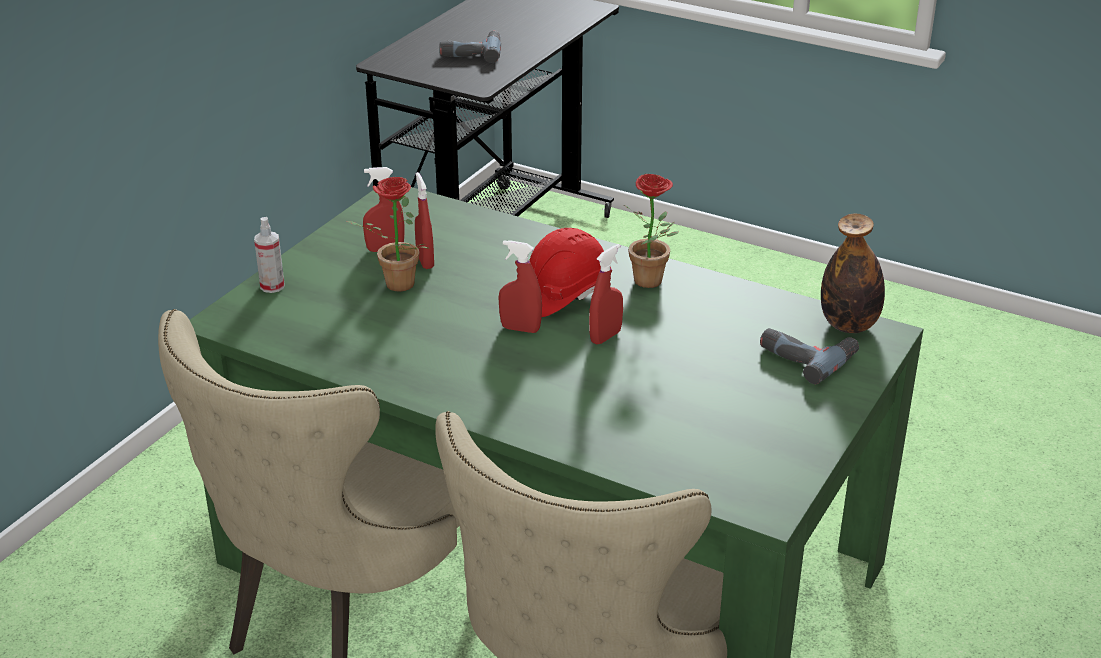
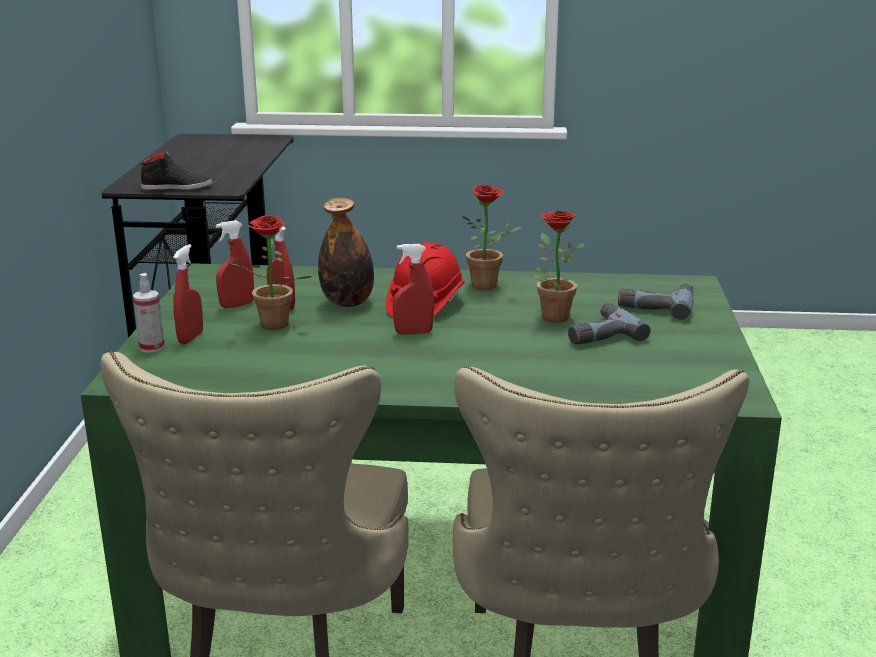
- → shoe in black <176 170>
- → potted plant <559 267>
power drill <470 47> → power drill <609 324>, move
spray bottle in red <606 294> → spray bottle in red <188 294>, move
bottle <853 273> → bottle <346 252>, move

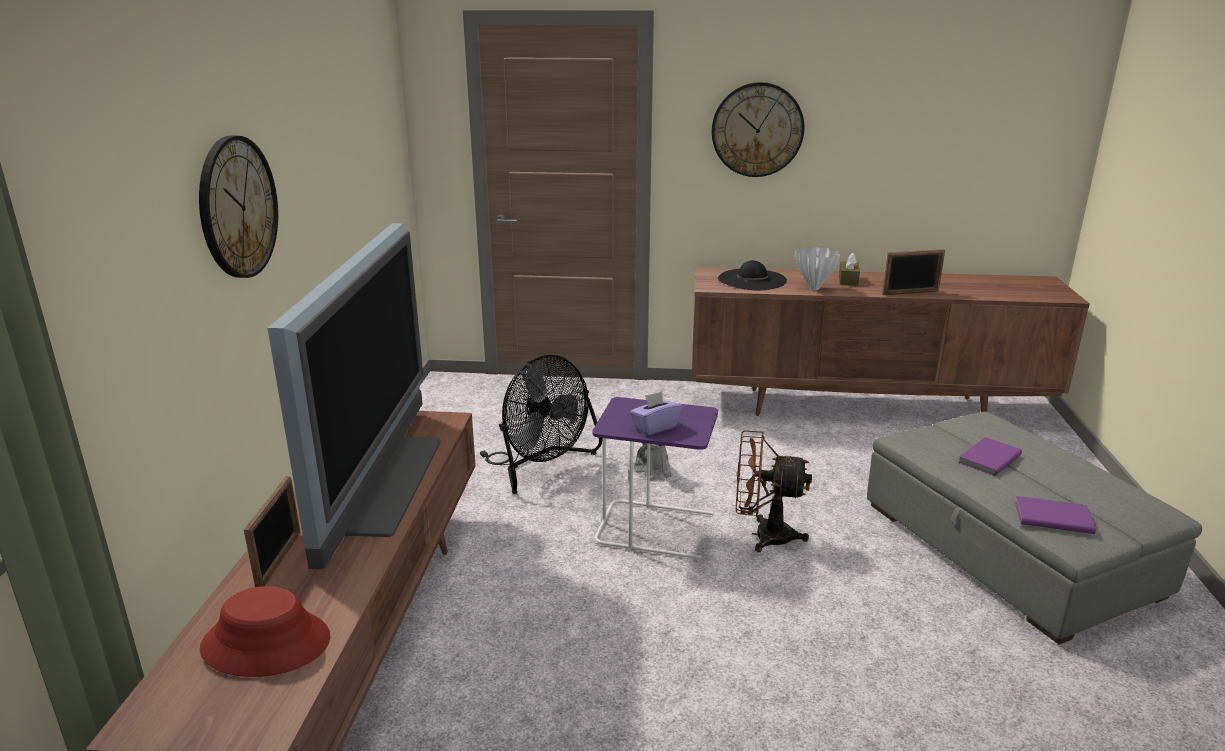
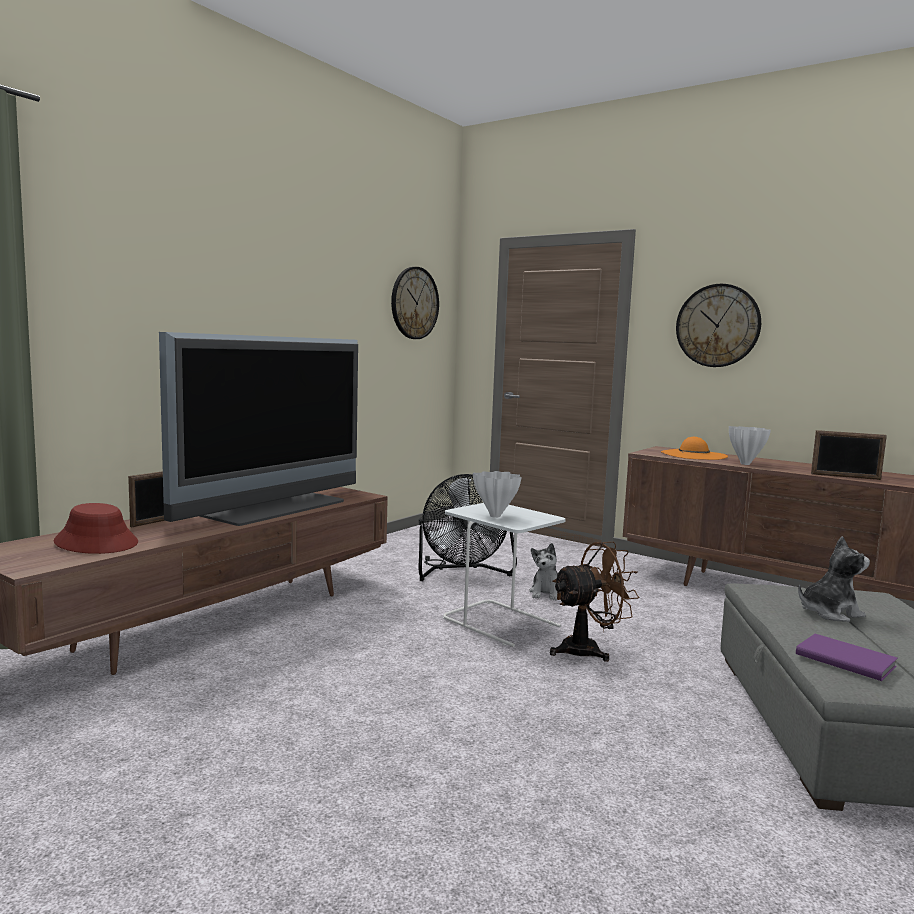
tissue box in brown <849 269> → -
wall clock <238 207> → wall clock <415 303>, move
tissue box in purple <656 413> → vase in white <497 494>
book in purple <990 456> → plush toy <834 579>
side table in purple <655 478> → side table in white <504 575>
hat in black <752 275> → hat in orange <694 448>
fan in brown <774 491> → fan in brown <594 602>, 120 degrees clockwise

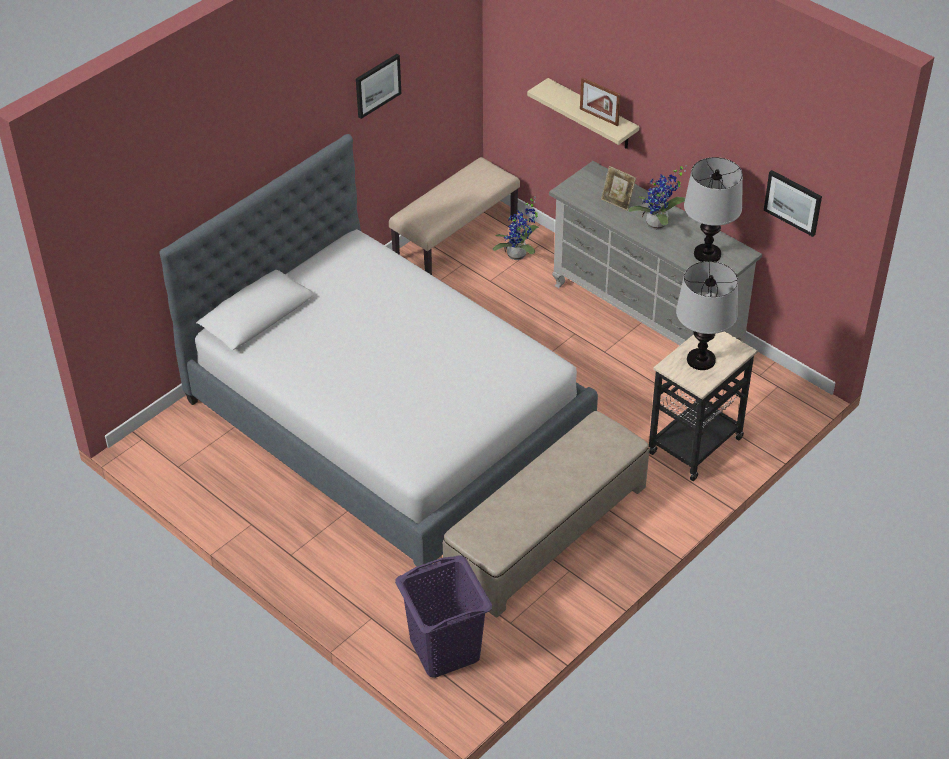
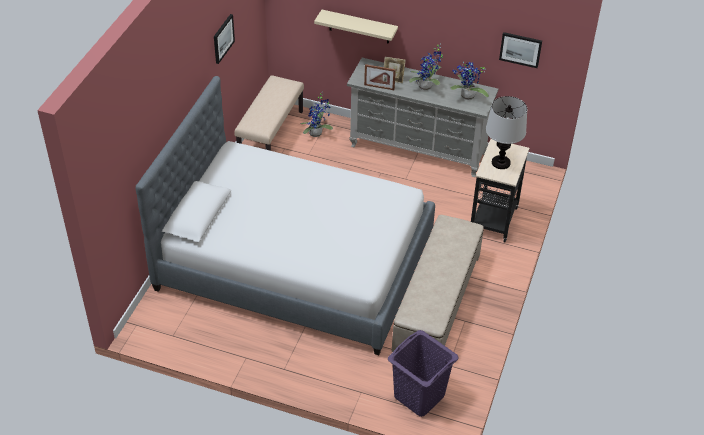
picture frame <600 101> → picture frame <380 77>, move
table lamp <713 209> → potted plant <469 81>

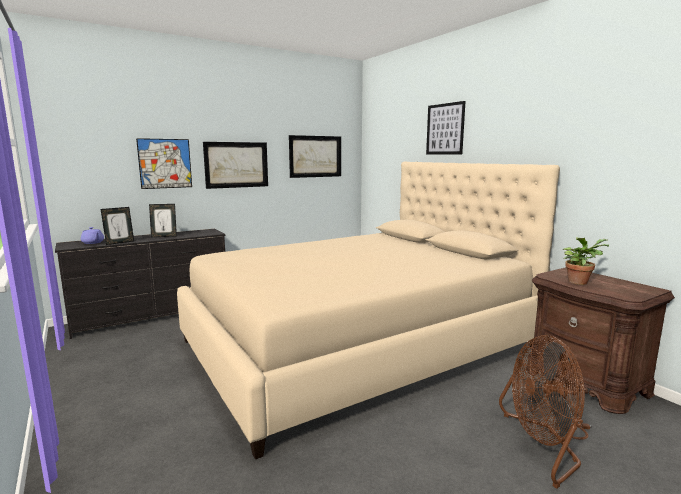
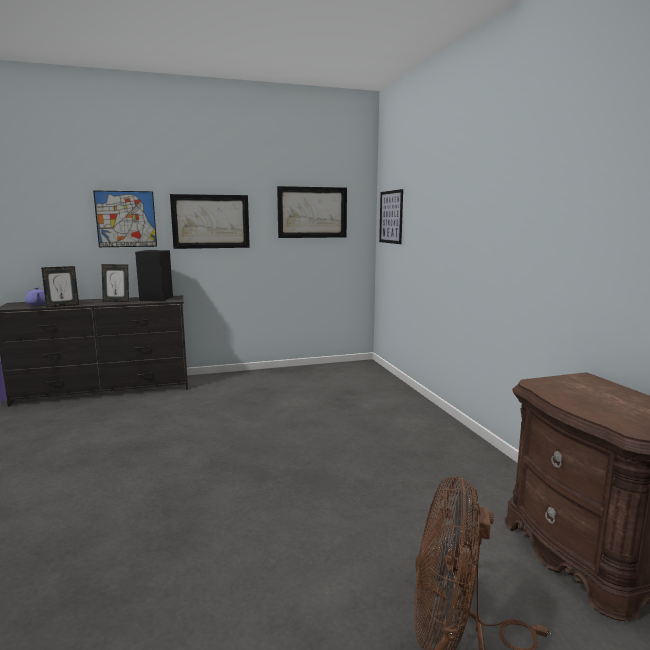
bed in beige <368 310> → -
potted plant <586 261> → -
- → speaker in black <154 275>
picture <446 127> → picture <391 216>, move

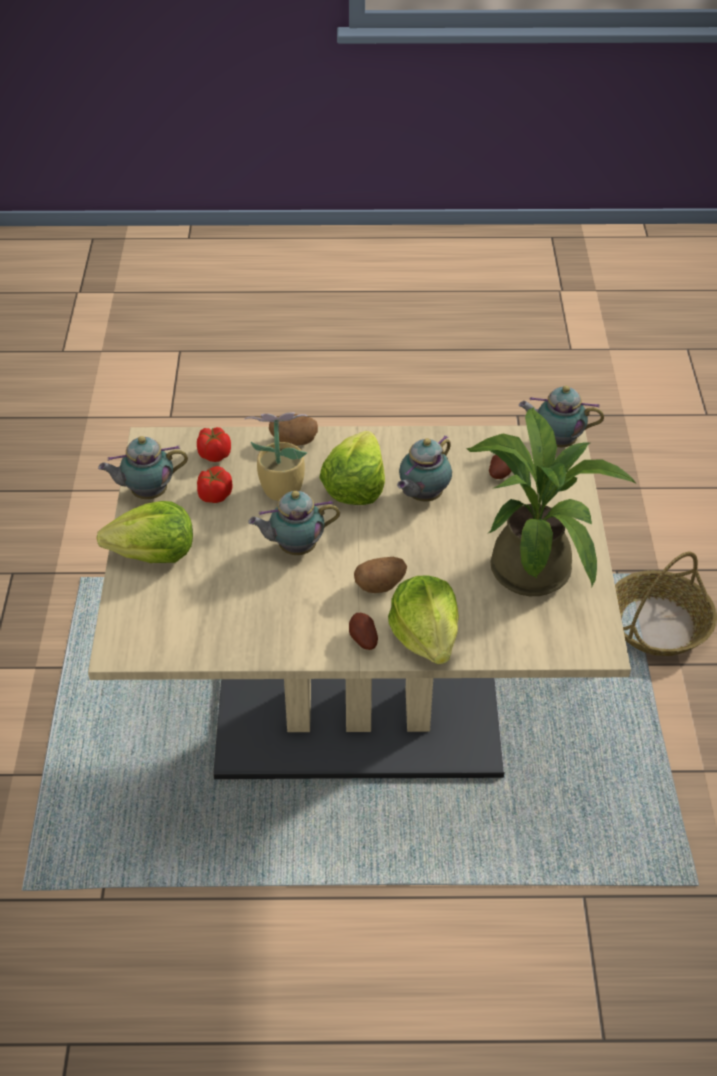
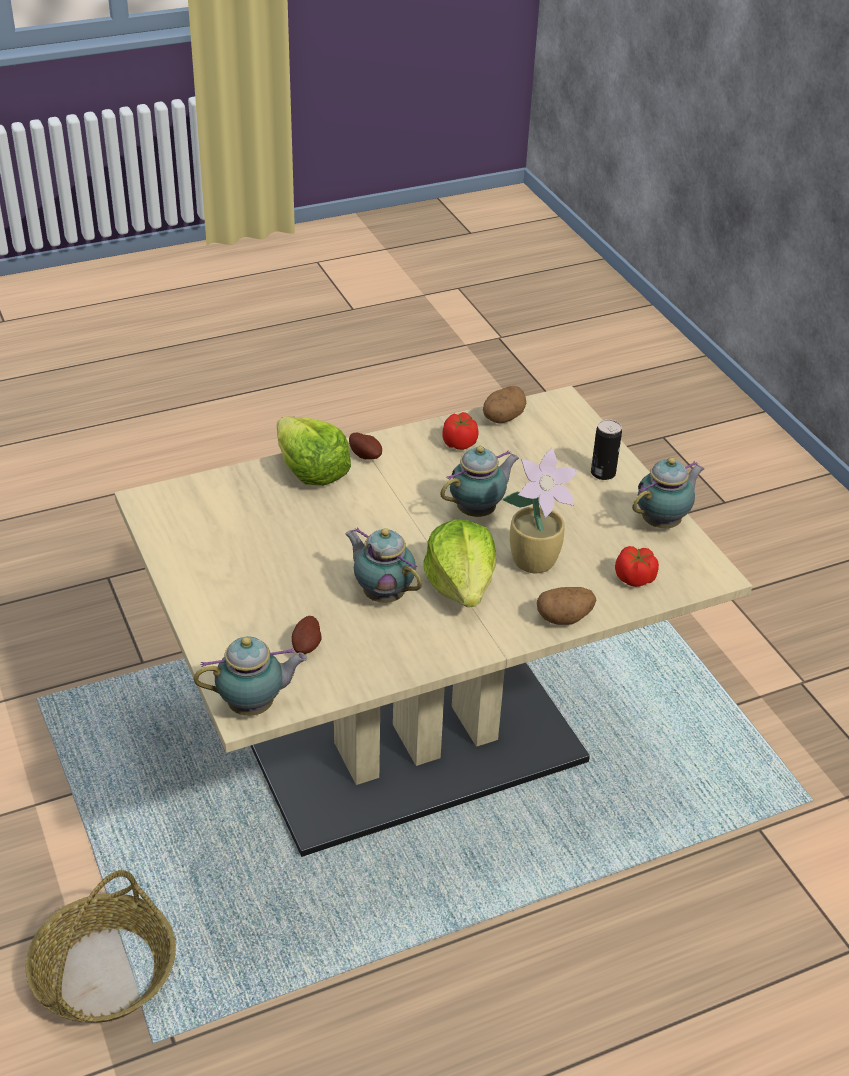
potted plant <551 501> → -
tomato <214 484> → tomato <460 431>, move
potato <380 575> → potato <504 404>, move
lettuce <144 532> → can <606 449>
teapot <424 468> → teapot <383 565>, 60 degrees counterclockwise

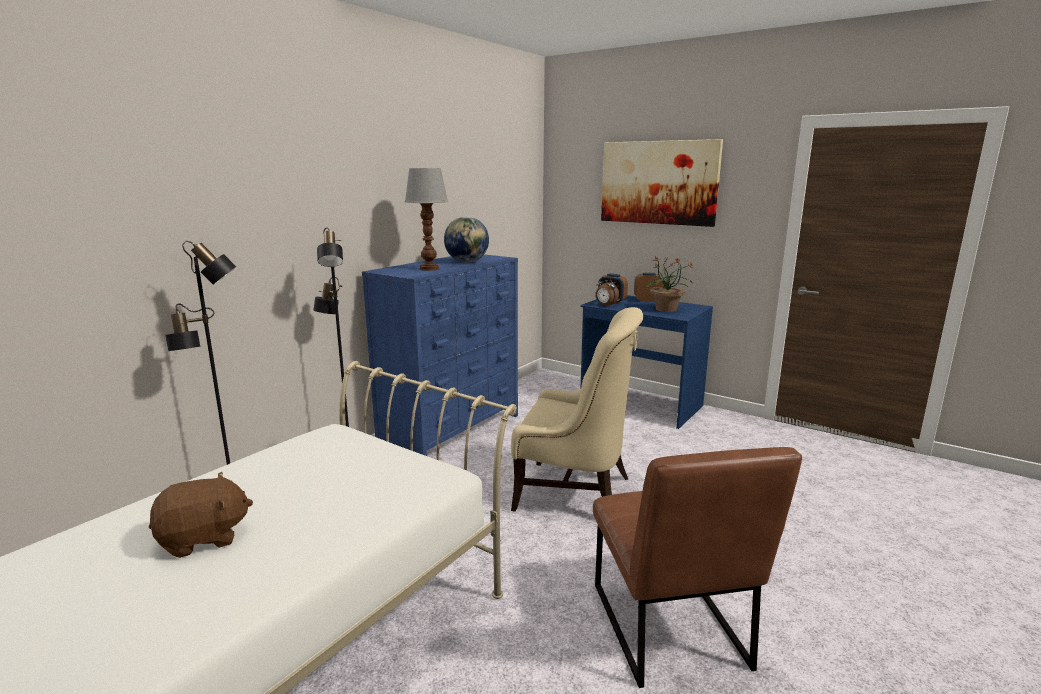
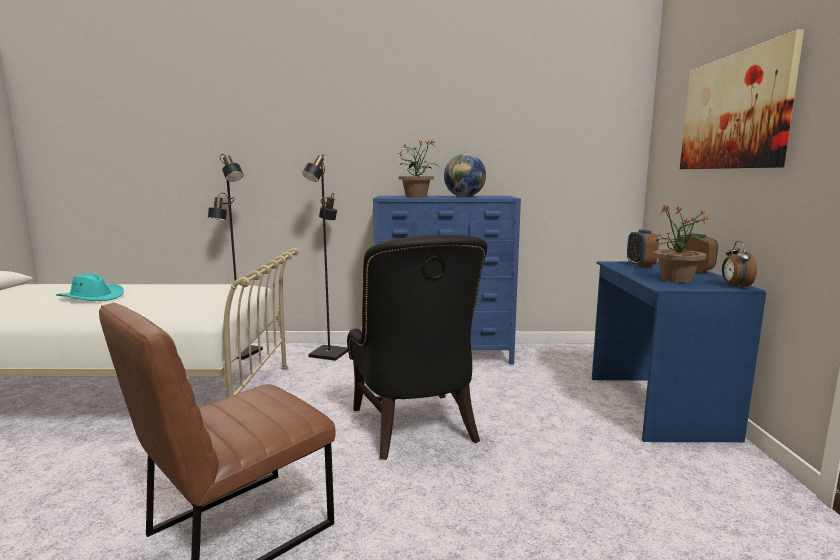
alarm clock <607 291> → alarm clock <739 265>, move
plush toy in brown <201 515> → hat in turquoise <90 287>
table lamp <426 219> → potted plant <418 169>
chair in beige <577 409> → chair in black <417 347>

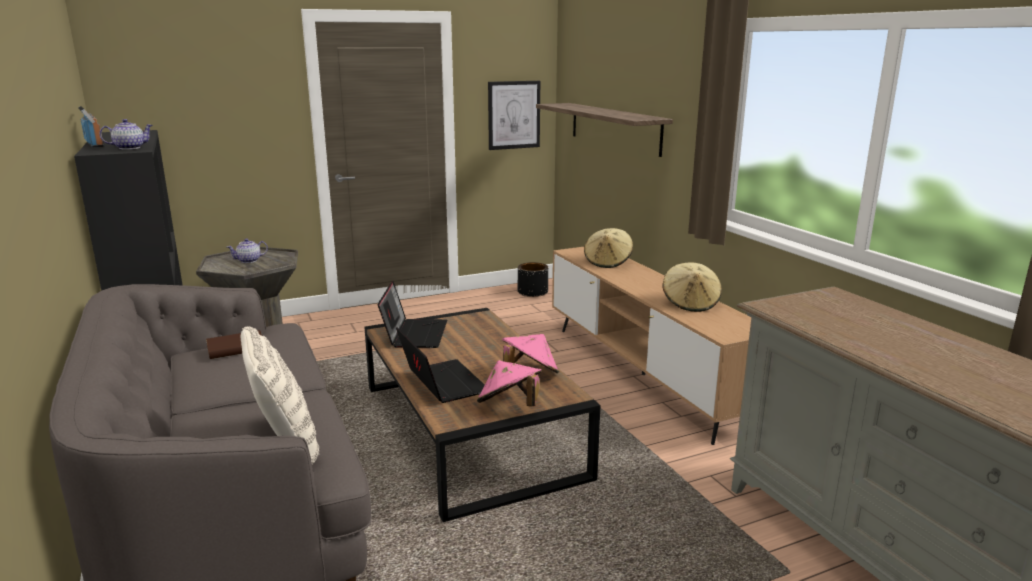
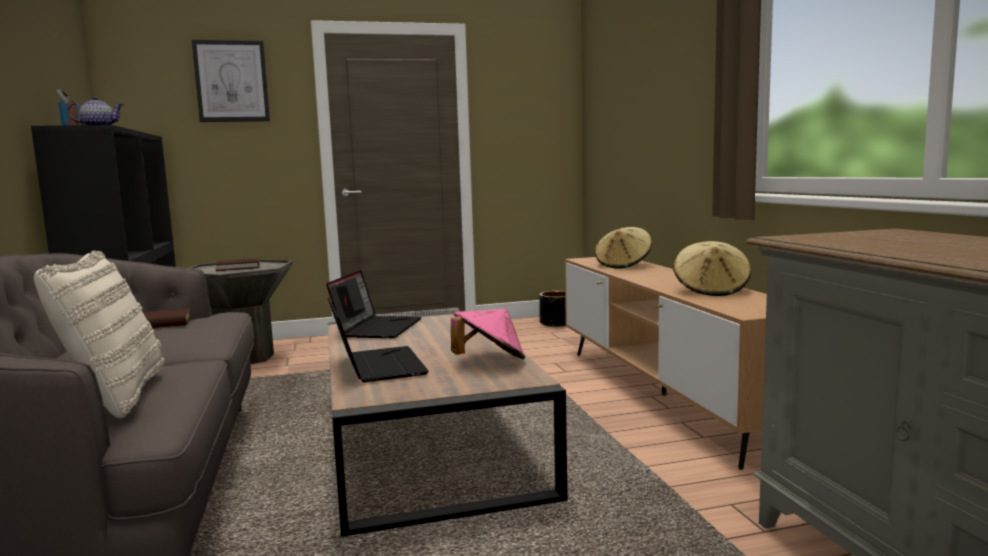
hat in pink <509 383> → -
shelf <604 130> → -
picture <514 115> → picture <231 81>, move
teapot <247 251> → book in brown <237 264>

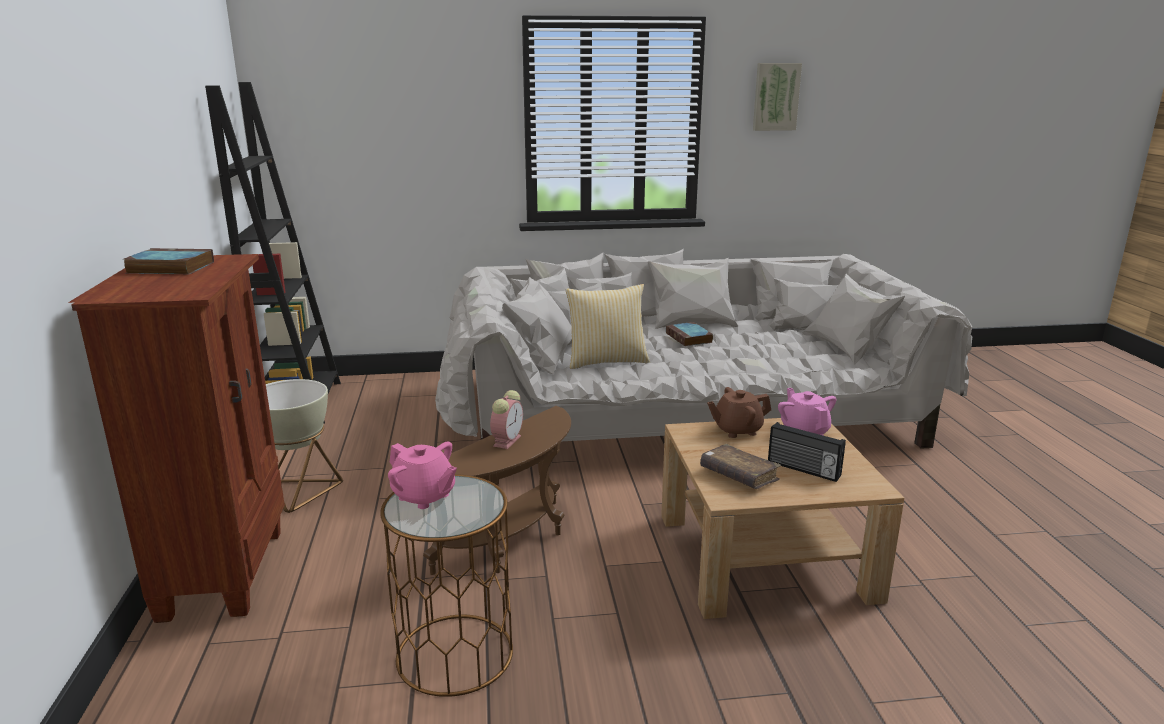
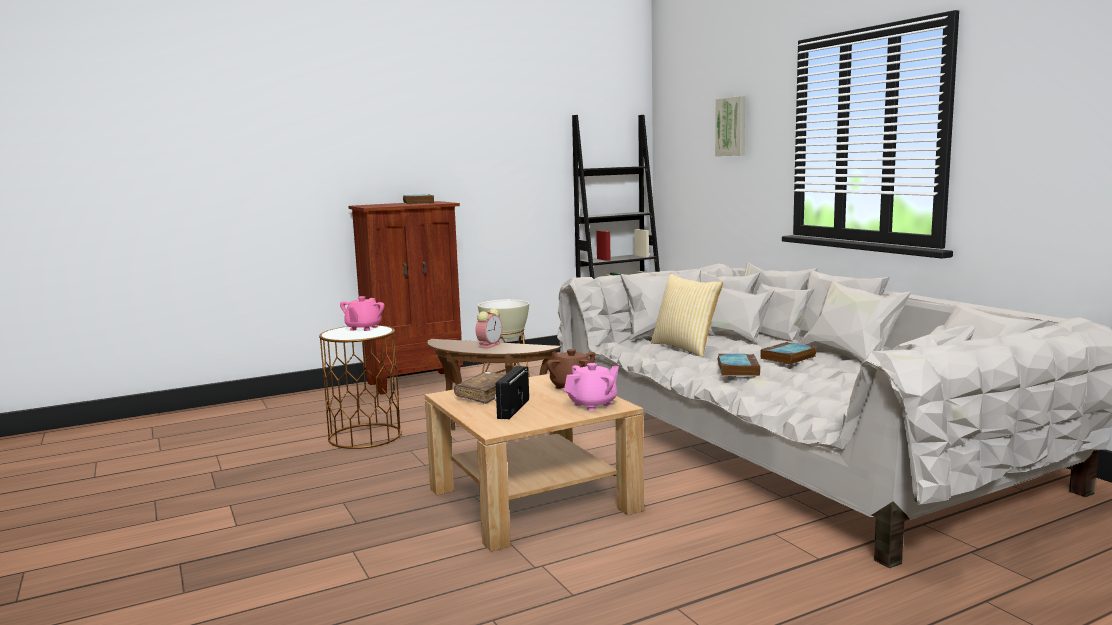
- → book <739 365>
picture <777 97> → picture <730 126>, move
alarm clock <506 419> → alarm clock <489 328>, 60 degrees counterclockwise

